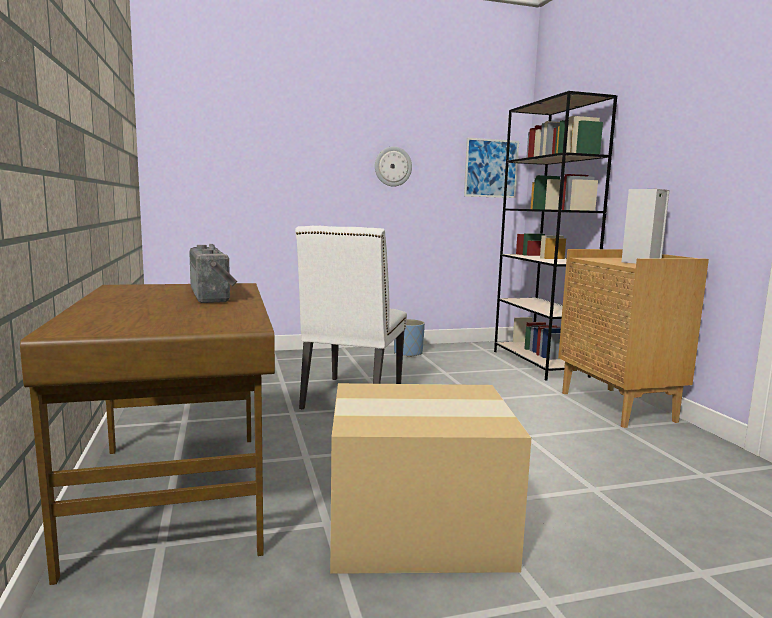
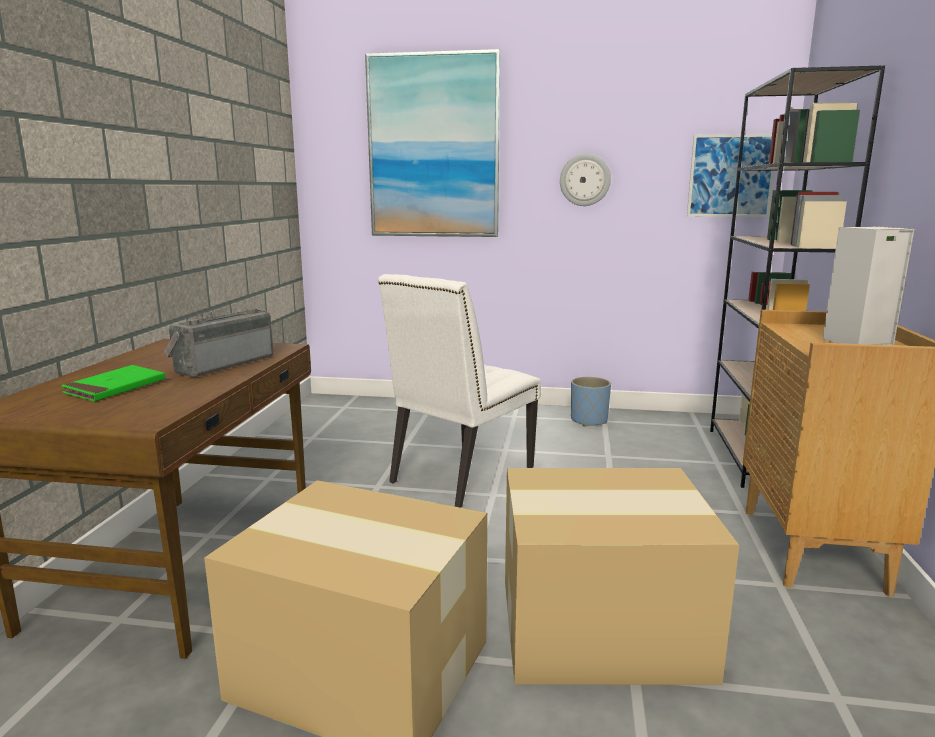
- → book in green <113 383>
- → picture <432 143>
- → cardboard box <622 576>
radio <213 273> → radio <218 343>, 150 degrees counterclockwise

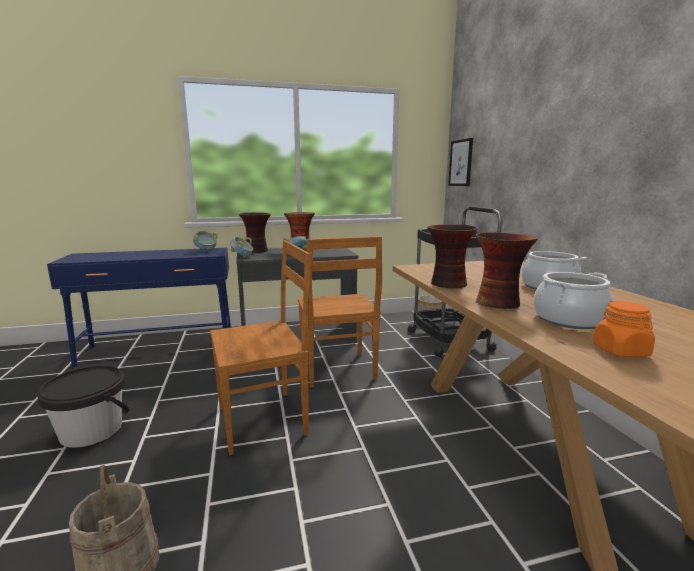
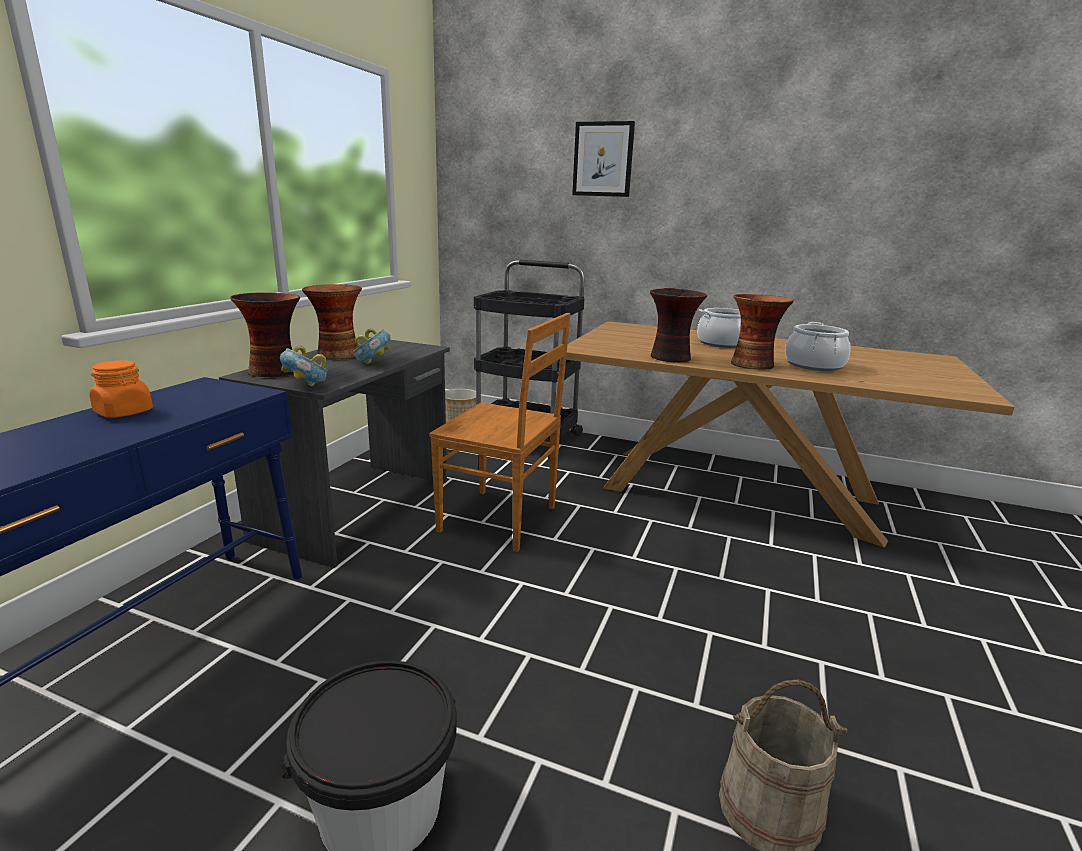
bowl <205 241> → -
chair in brown <260 347> → -
picture <460 162> → picture <603 159>, move
jar in orange <624 329> → jar in orange <121 389>, move

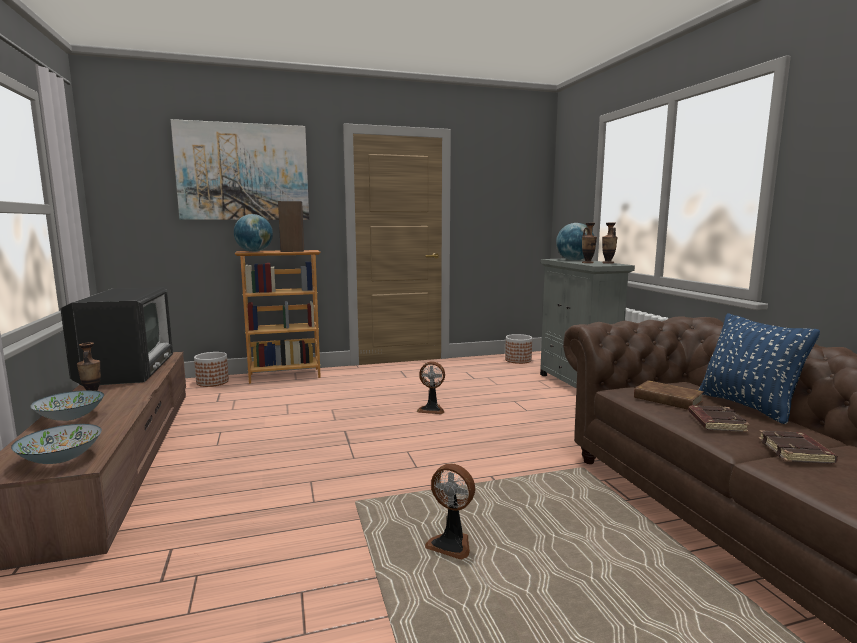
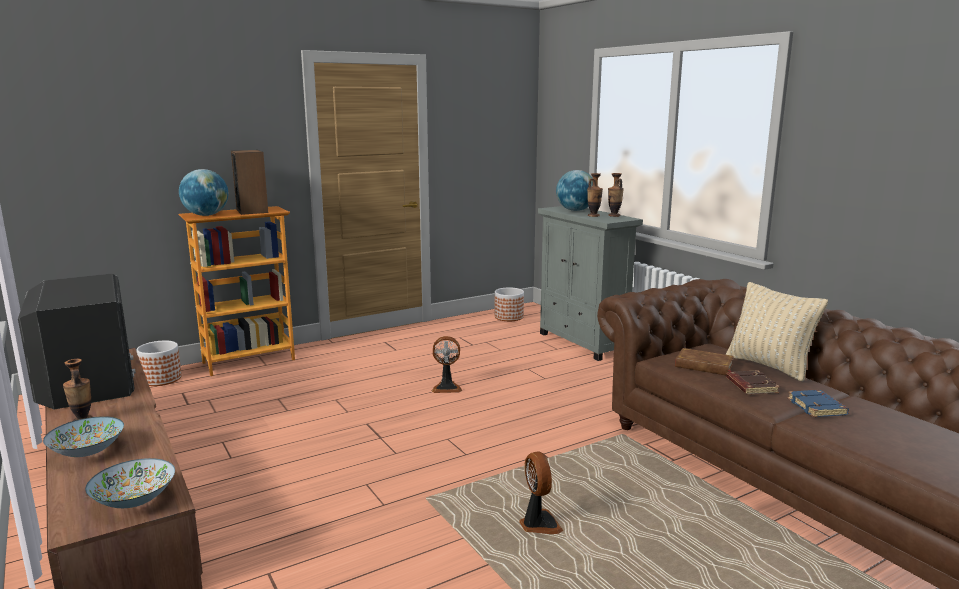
picture <240 169> → -
pillow in blue <759 368> → pillow in beige <777 332>
book in brown <798 447> → book in blue <818 403>
fan <450 512> → fan <541 492>, 120 degrees counterclockwise

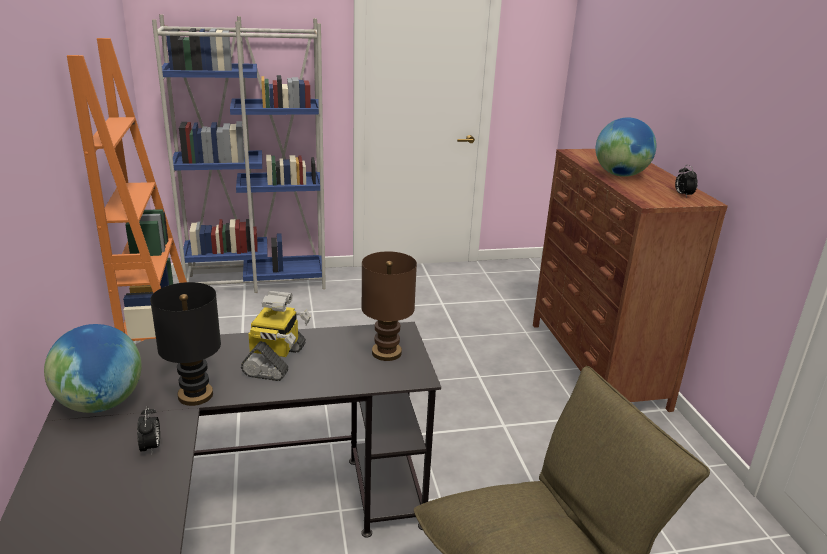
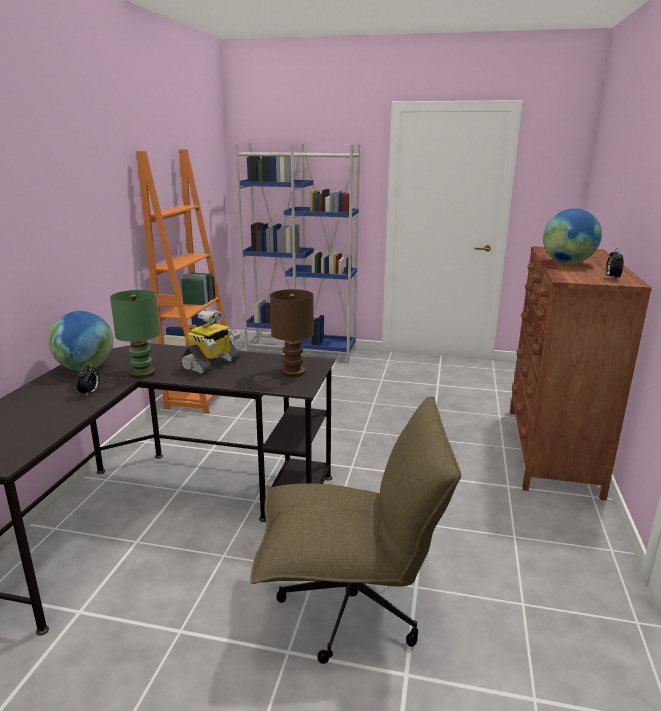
table lamp in black <185 344> → table lamp in green <135 334>

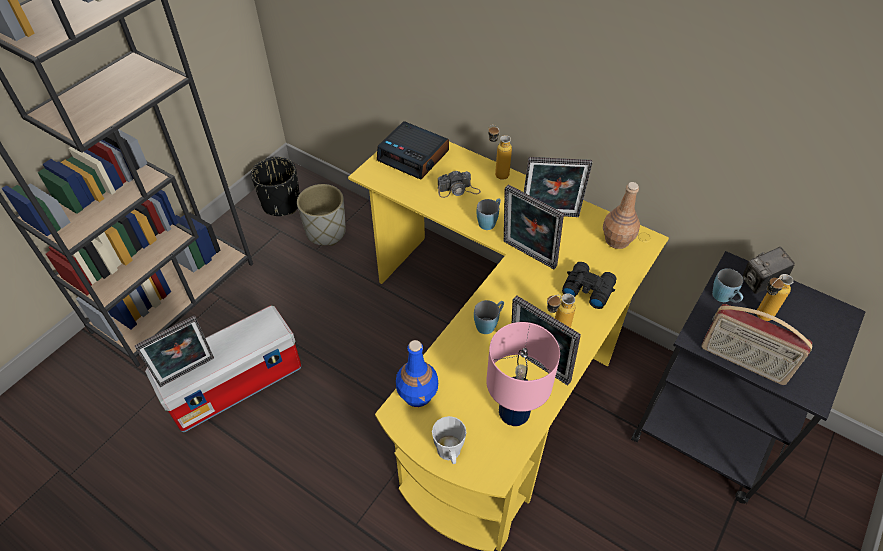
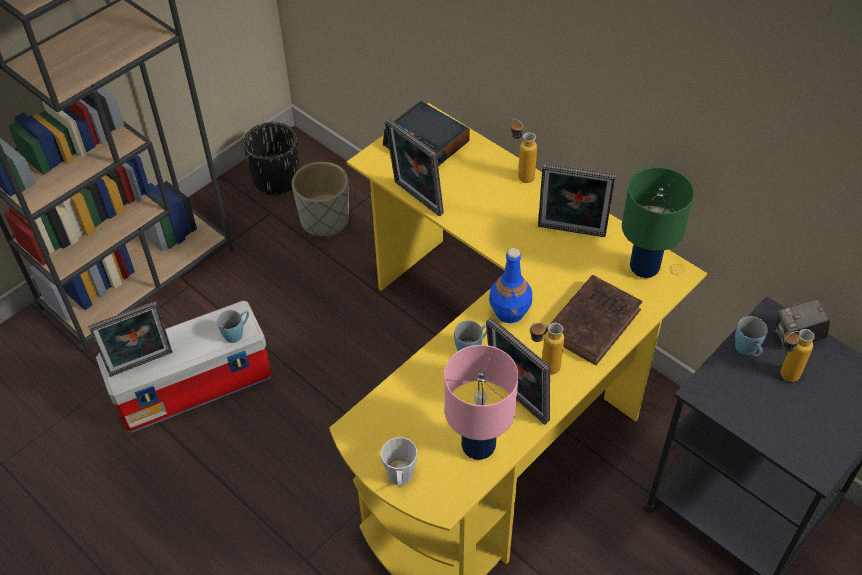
photo camera <459 184> → -
radio <757 344> → -
bottle in blue <417 373> → bottle in blue <510 285>, move
mug in blue <489 214> → mug in blue <233 326>, move
picture frame <534 227> → picture frame <414 167>, move
binoculars in black <589 285> → book in brown <593 320>
bottle in brown <621 215> → table lamp in green <658 222>

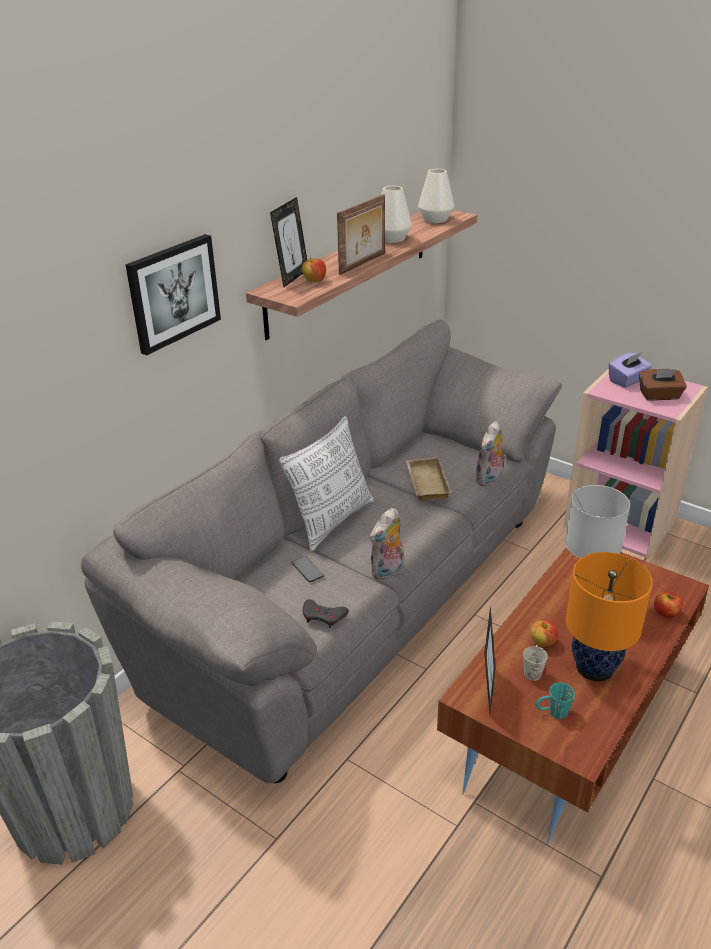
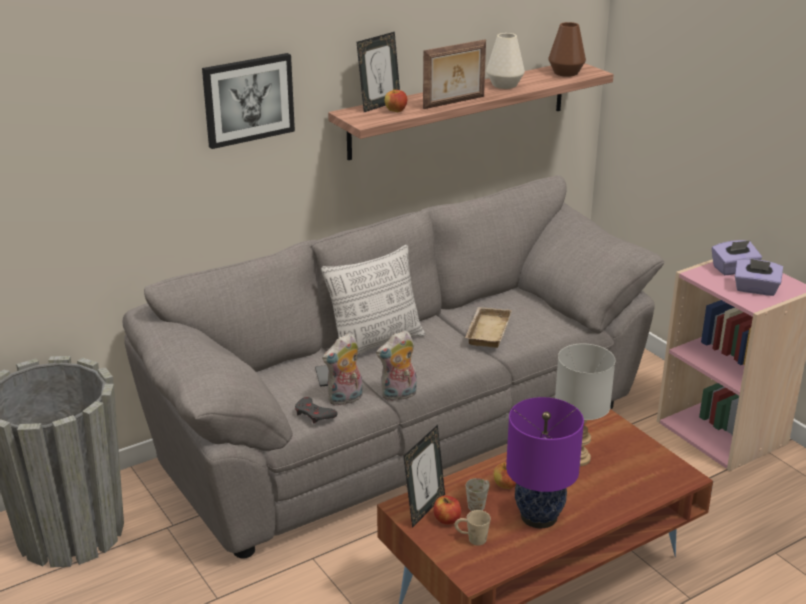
plush toy <491 454> → plush toy <342 369>, move
apple <668 604> → apple <447 510>, move
vase in white <436 196> → vase in brown <567 49>
mug in turquoise <555 700> → mug in beige <473 528>
table lamp in orange <609 616> → table lamp in purple <545 462>
tissue box in brown <663 385> → tissue box in purple <759 277>

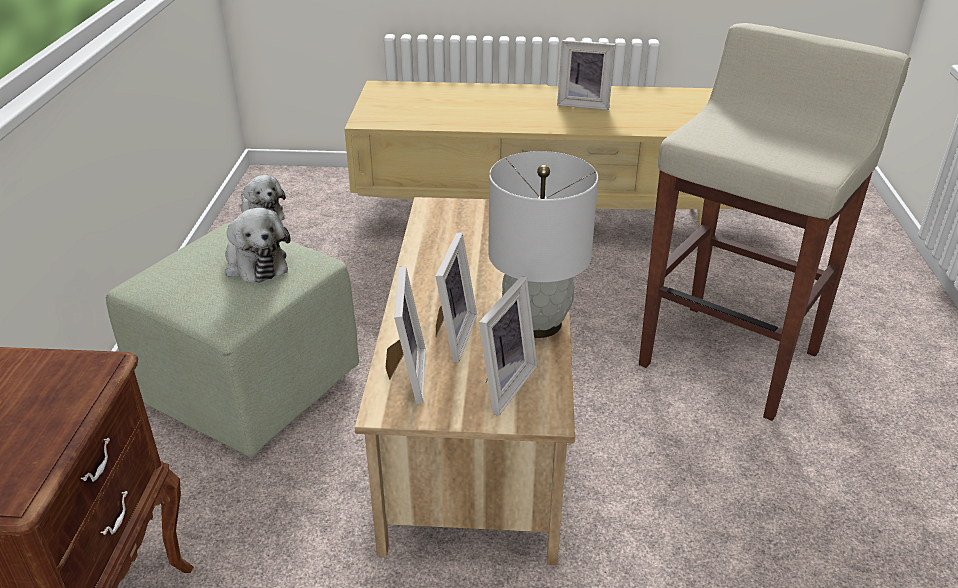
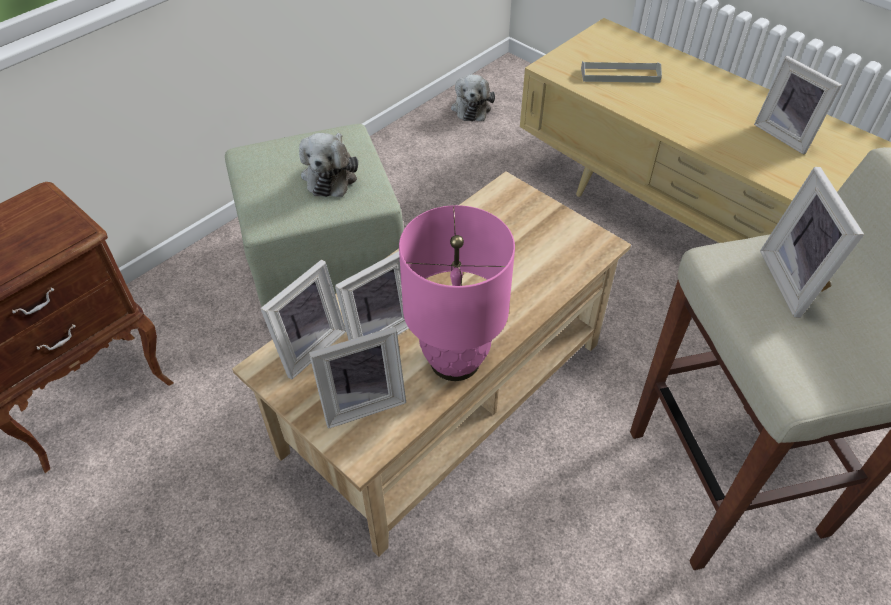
- → tray in grey <621 72>
- → picture frame <812 242>
table lamp in white <543 244> → table lamp in pink <457 293>

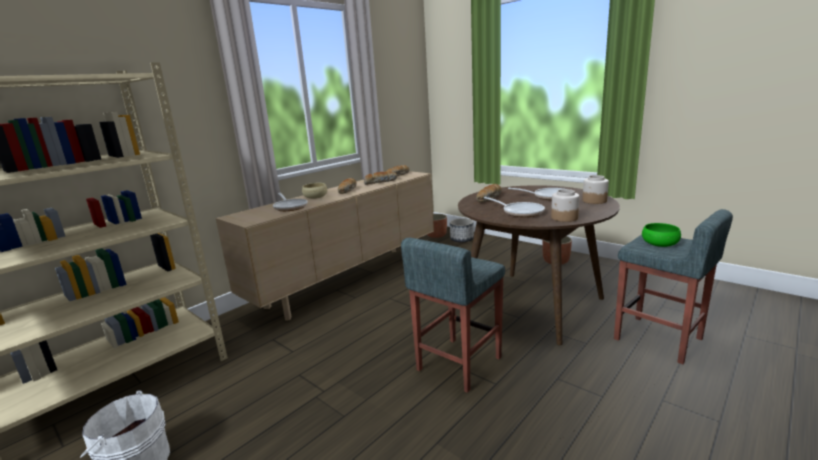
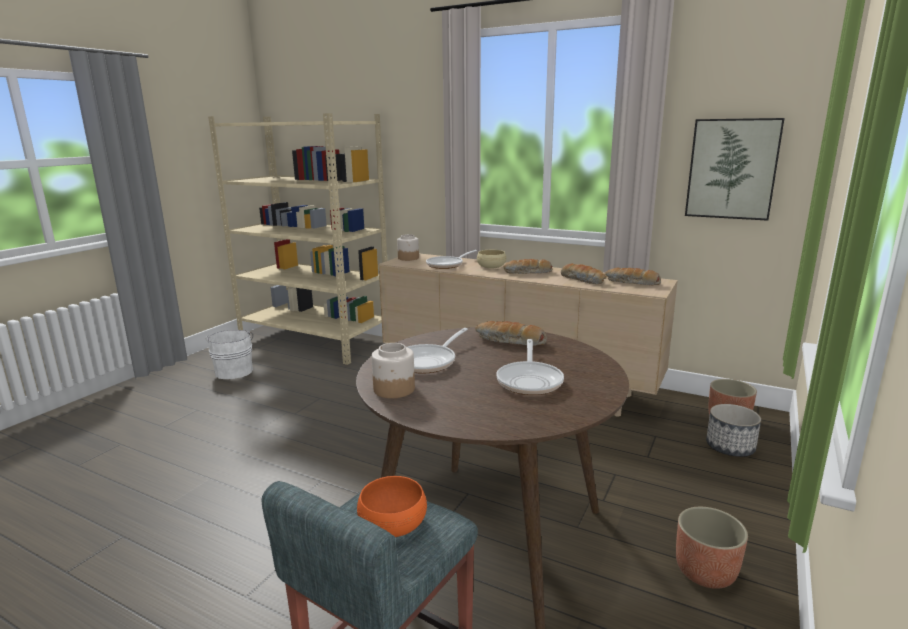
stool in grey <453 315> → -
- → picture <735 169>
jar <595 189> → jar <408 247>, move
bowl in green <661 235> → bowl in orange <392 506>

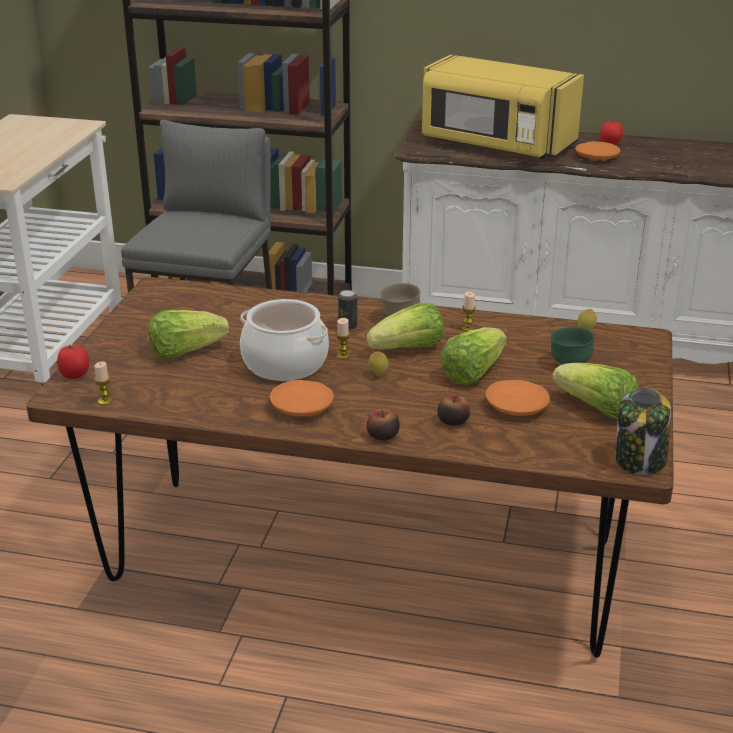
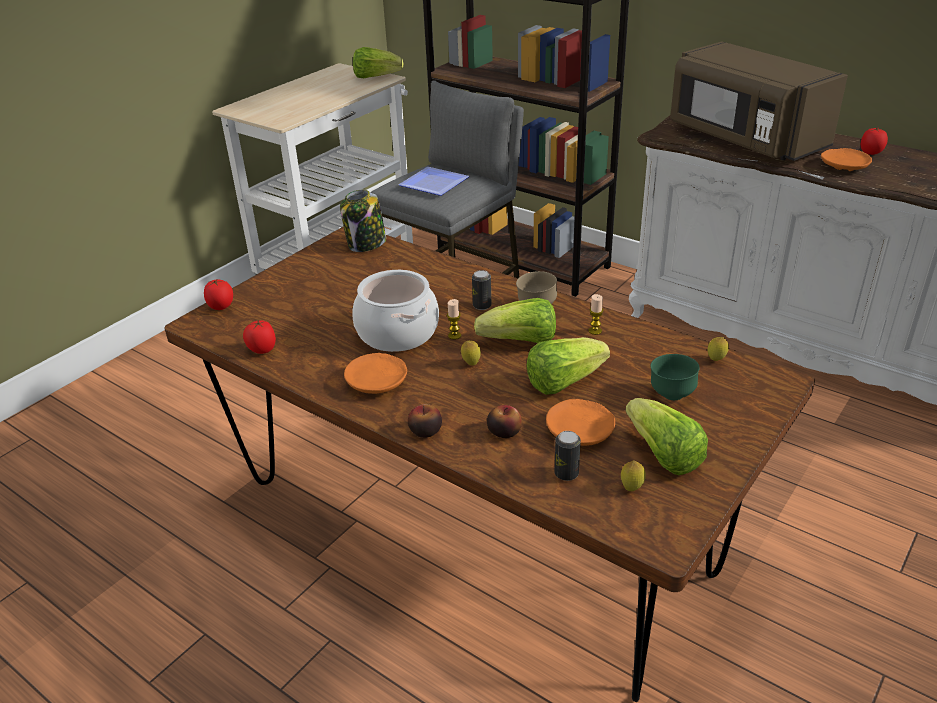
candle <103 383> → -
- → tomato <259 337>
- → plate <434 181>
- → can <567 456>
- → lemon <633 475>
lettuce <189 334> → lettuce <378 62>, move
jar <643 431> → jar <363 221>, move
microwave in yellow <503 107> → microwave in brown <759 101>

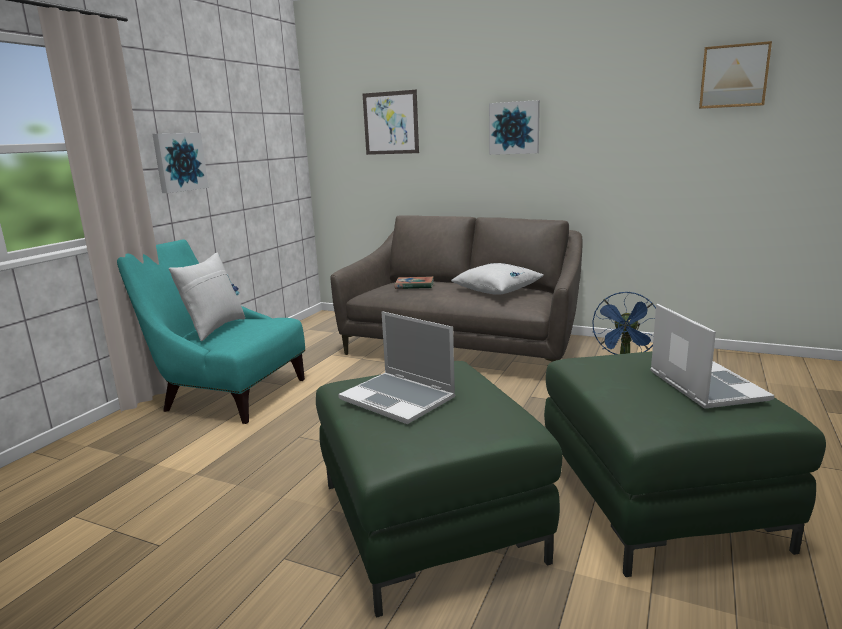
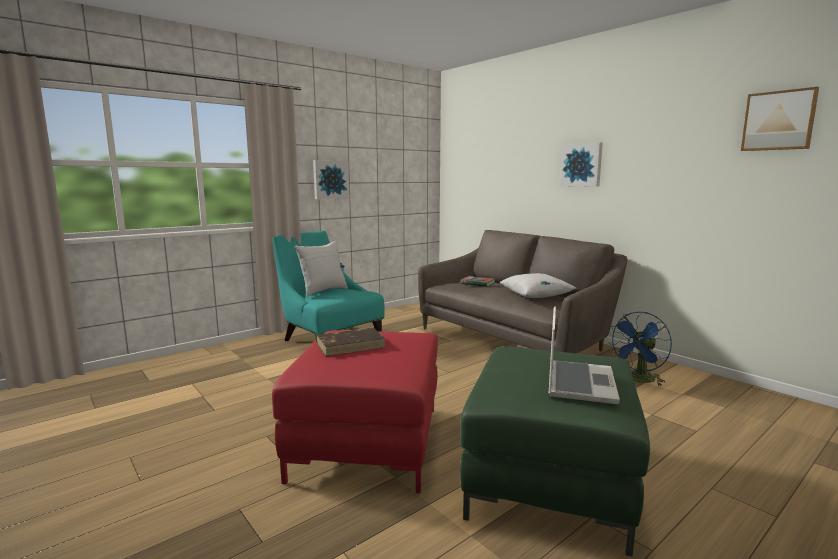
picture <391 122> → -
laptop <397 367> → book in brown <351 342>
ottoman in green <439 489> → ottoman in red <355 411>

